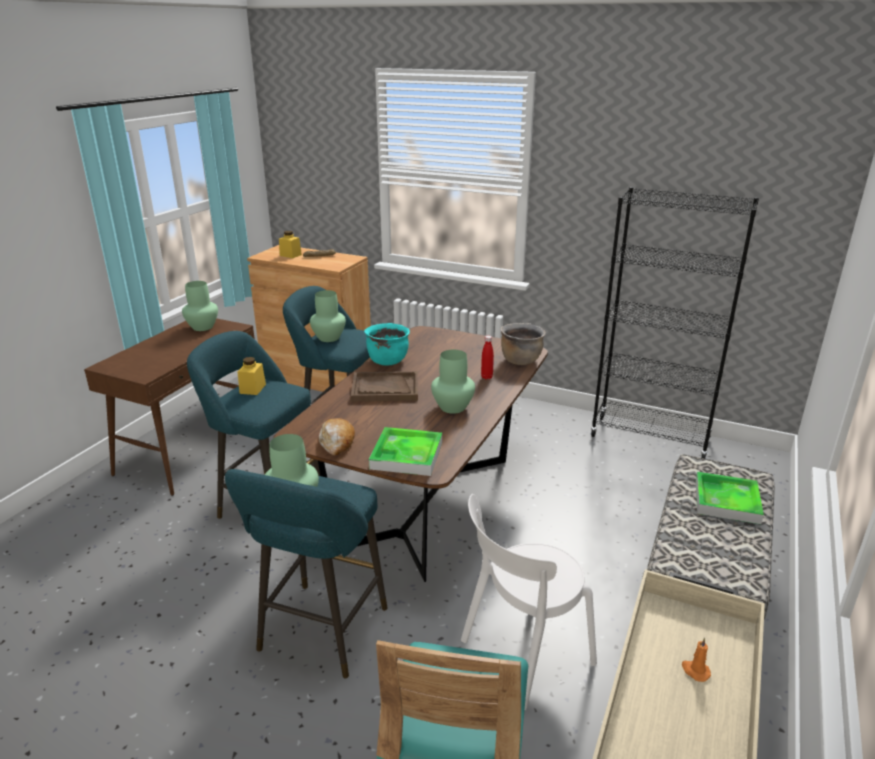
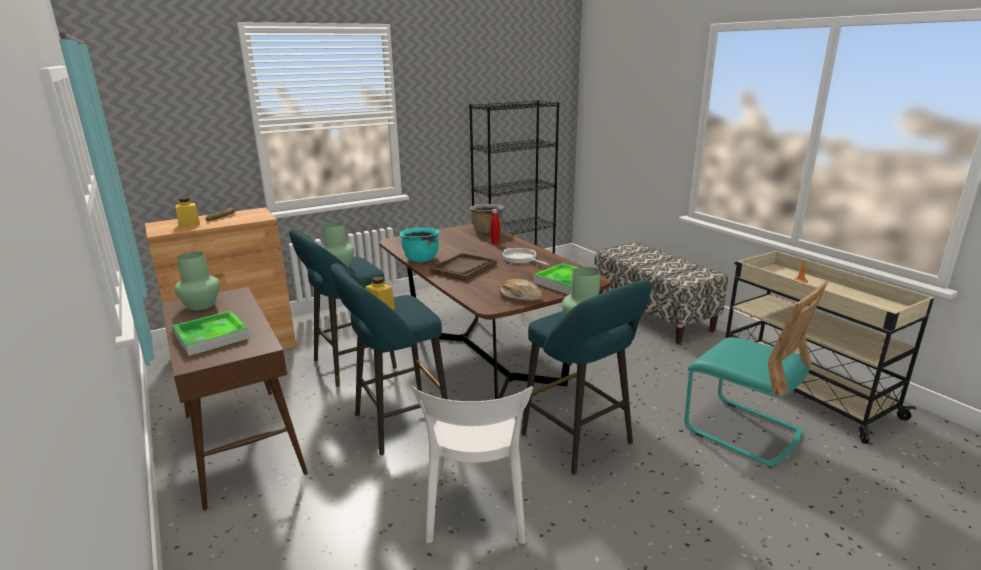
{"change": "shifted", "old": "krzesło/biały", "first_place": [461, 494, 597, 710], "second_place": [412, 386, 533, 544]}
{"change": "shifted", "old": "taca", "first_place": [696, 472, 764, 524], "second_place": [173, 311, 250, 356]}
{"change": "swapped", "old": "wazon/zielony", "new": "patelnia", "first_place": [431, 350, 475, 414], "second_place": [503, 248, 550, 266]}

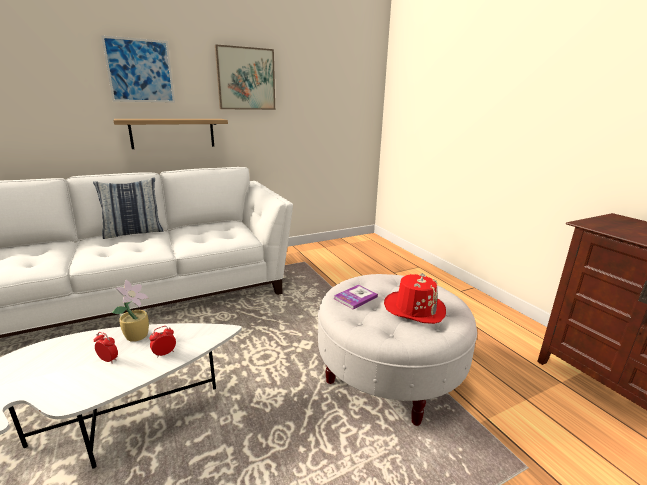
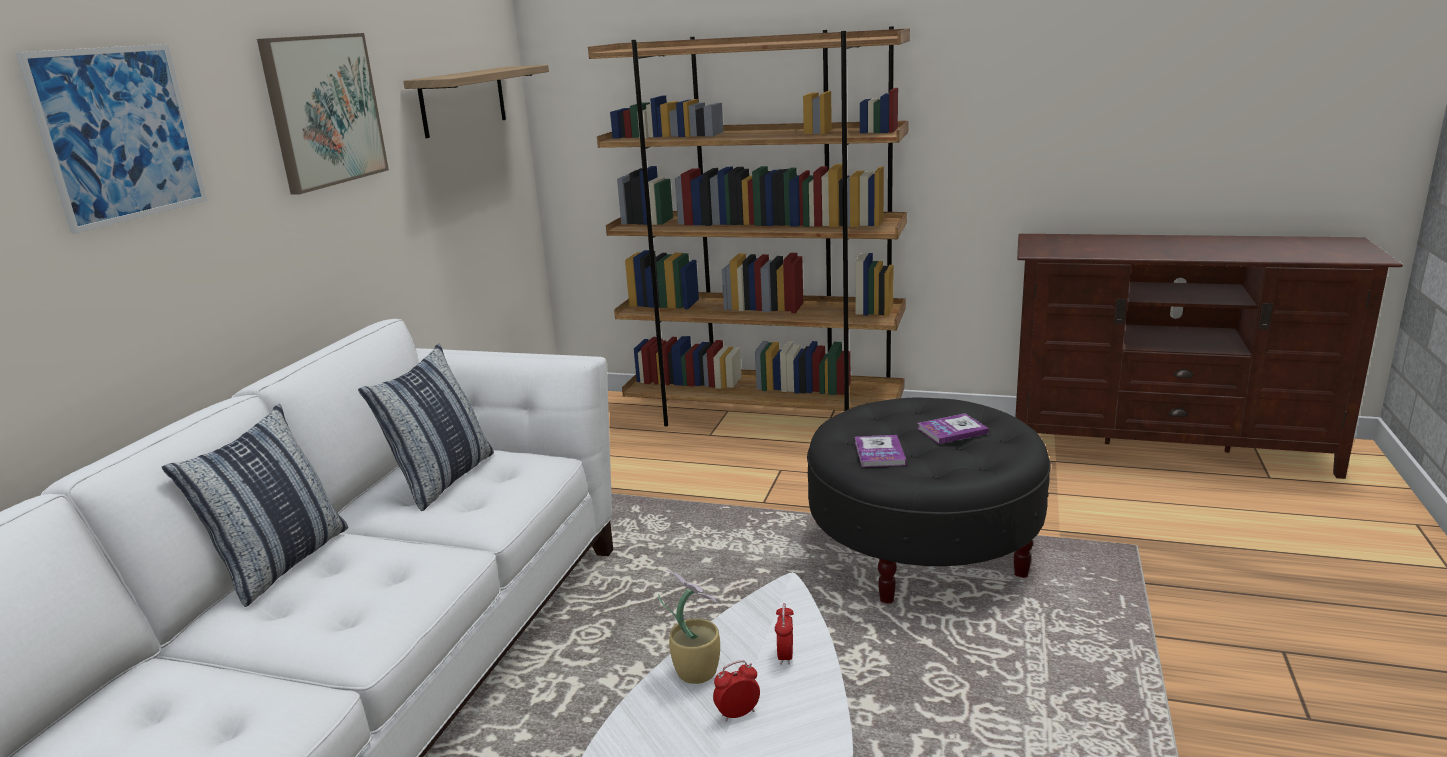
{"change": "new", "new": "poduszka", "second_place": [358, 344, 494, 511]}
{"change": "new", "new": "regał/brązowy", "second_place": [588, 26, 910, 427]}
{"change": "shifted", "old": "półka", "first_place": [113, 119, 228, 149], "second_place": [403, 65, 549, 138]}
{"change": "swapped", "old": "kapelusz/czerwony", "new": "książka", "first_place": [384, 274, 446, 324], "second_place": [917, 413, 989, 444]}
{"change": "repainted", "old": "pufa/biały", "new": "pufa/czarny", "first_place": [318, 274, 477, 426], "second_place": [807, 398, 1051, 604]}

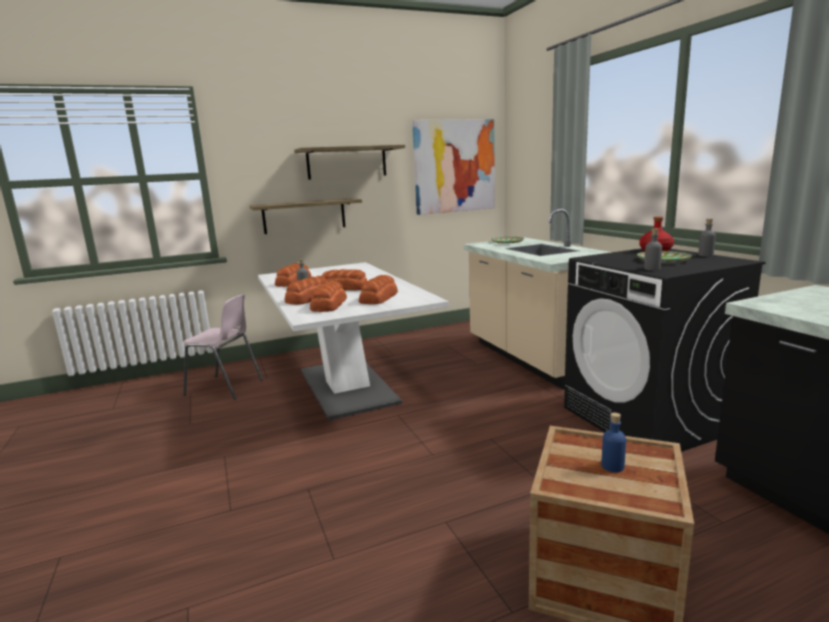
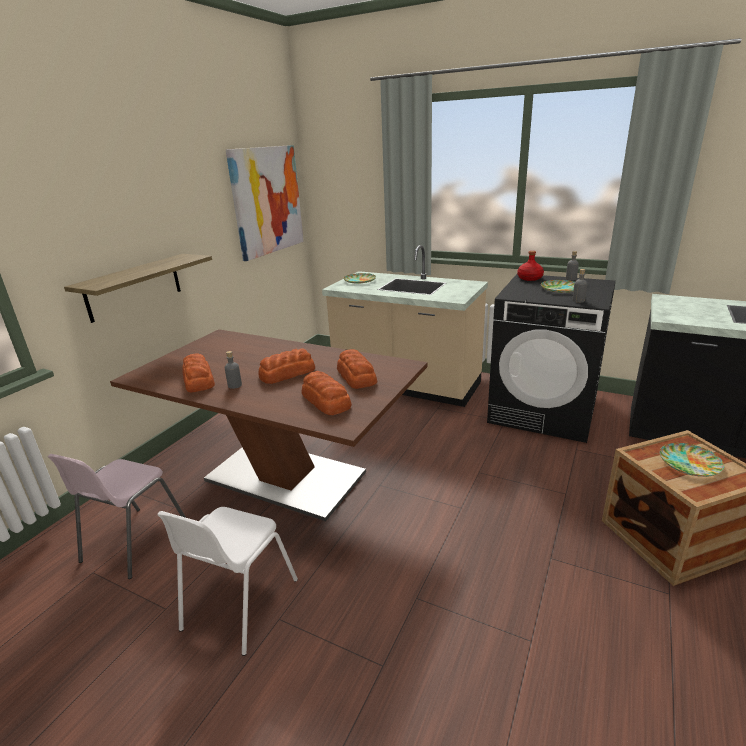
{"change": "gone", "old": "chleb", "first_place": [285, 276, 328, 305]}
{"change": "gone", "old": "półka", "first_place": [294, 145, 405, 180]}
{"change": "new", "new": "krzesło/biały", "second_place": [157, 507, 298, 656]}
{"change": "swapped", "old": "butelka/niebieski", "new": "talerz", "first_place": [602, 413, 626, 472], "second_place": [660, 443, 724, 477]}
{"change": "repainted", "old": "stół jadalny/biały", "new": "stół jadalny/brązowy", "first_place": [258, 262, 449, 420], "second_place": [110, 329, 427, 521]}
{"change": "rotated", "old": "krzesło/różowy", "first_place": [183, 295, 263, 400], "second_place": [48, 454, 186, 579], "degrees": 135}

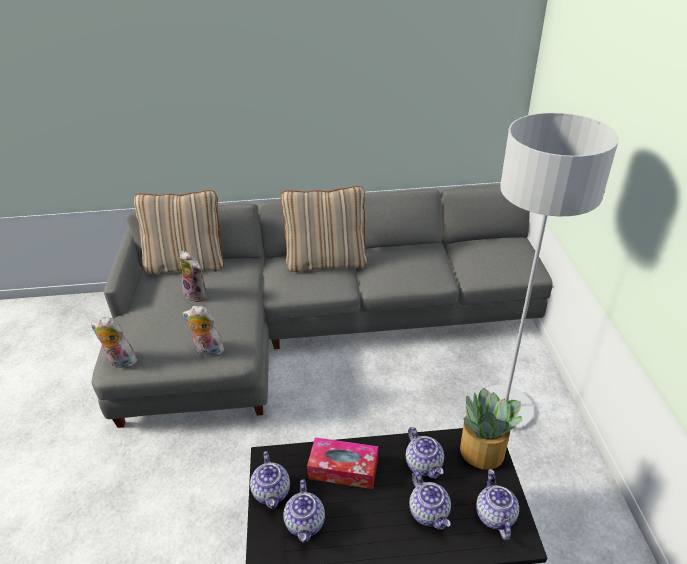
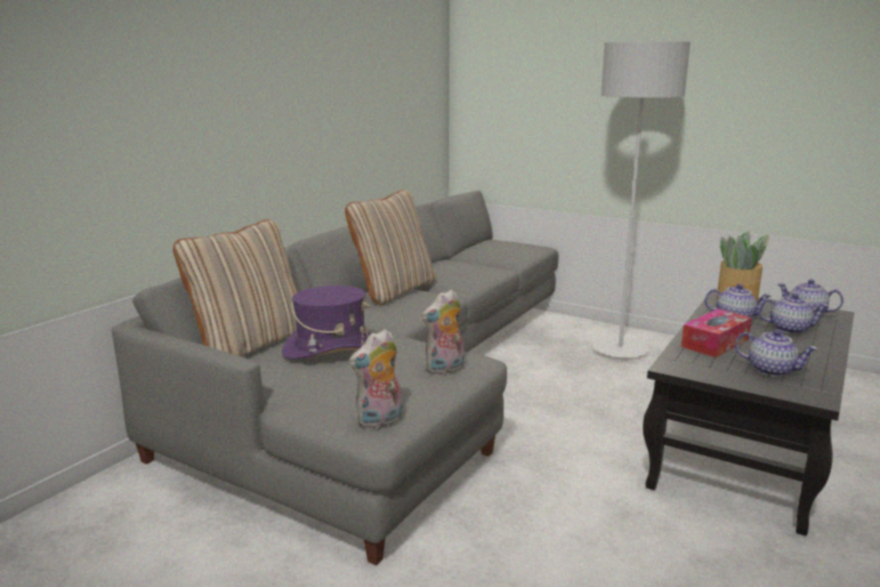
{"change": "gone", "old": "imbryk", "first_place": [250, 451, 290, 509]}
{"change": "swapped", "old": "pluszak", "new": "kapelusz/fioletowy", "first_place": [180, 251, 206, 303], "second_place": [282, 285, 371, 360]}

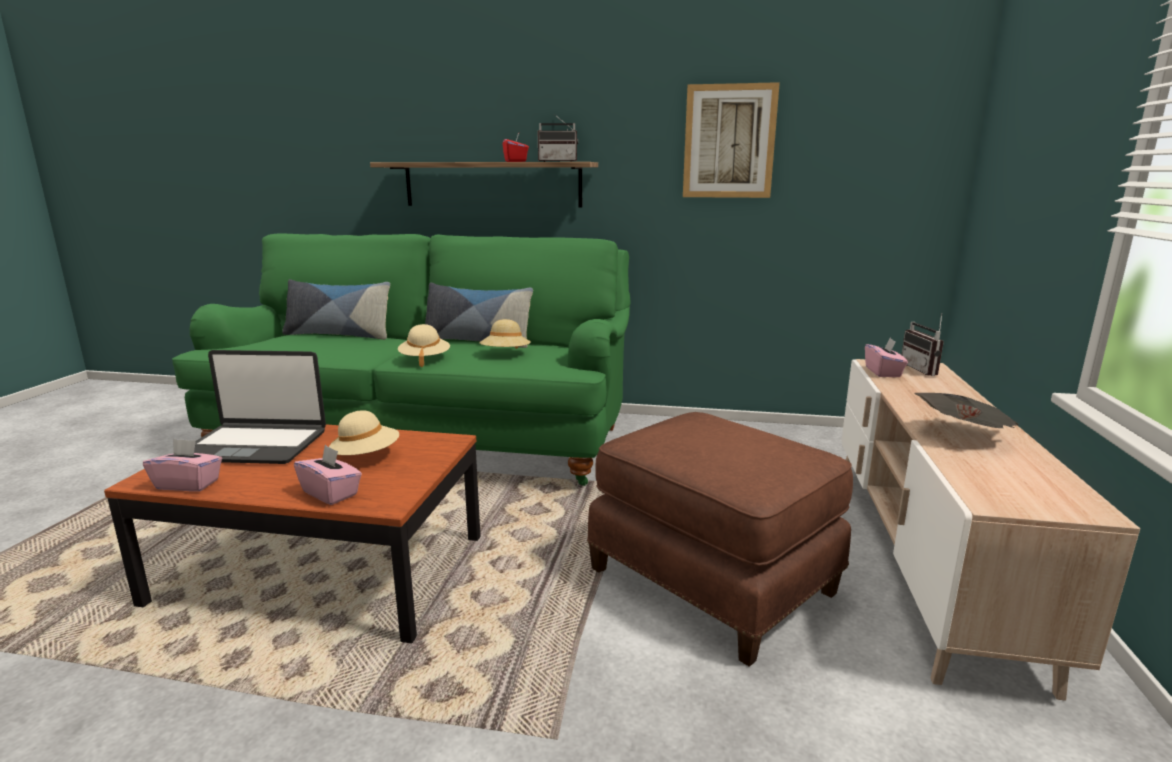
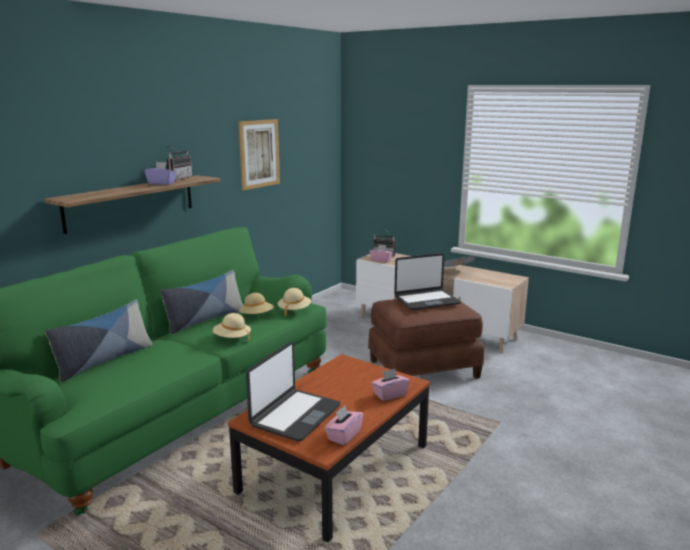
{"change": "new", "new": "laptop", "second_place": [394, 253, 461, 310]}
{"change": "shifted", "old": "kapelusz/beżowy", "first_place": [329, 410, 399, 455], "second_place": [278, 288, 311, 316]}
{"change": "repainted", "old": "pudełko chusteczek/czerwony", "new": "pudełko chusteczek/fioletowy", "first_place": [503, 133, 529, 162], "second_place": [144, 162, 177, 185]}

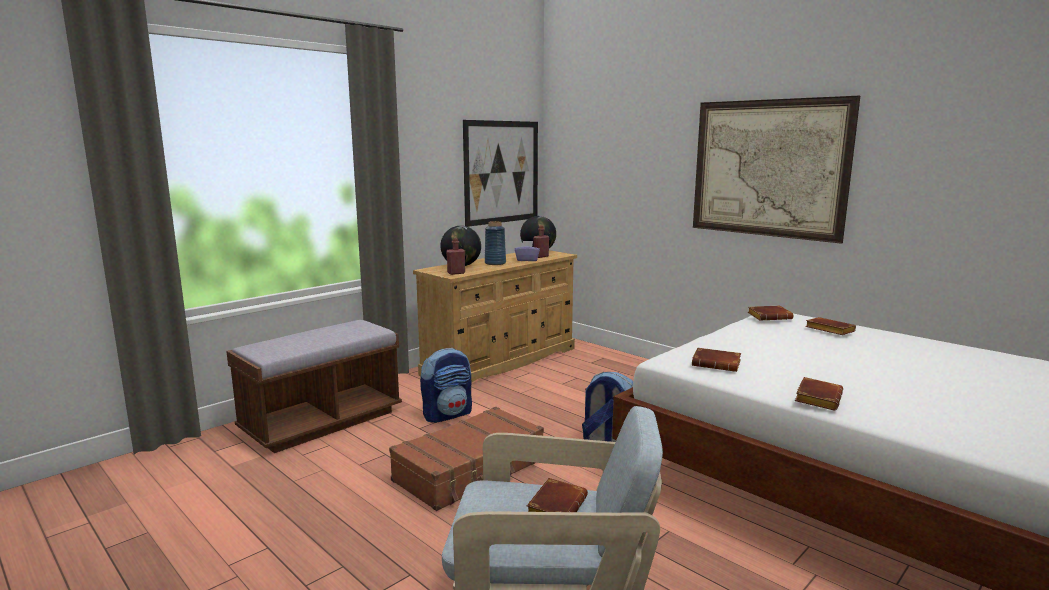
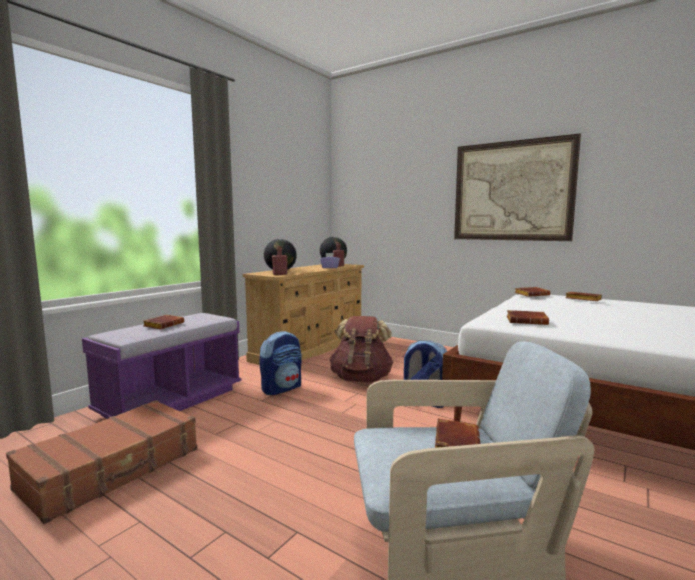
{"change": "gone", "old": "obraz", "first_place": [463, 120, 538, 227]}
{"change": "gone", "old": "wazon/niebieski", "first_place": [485, 221, 506, 265]}
{"change": "new", "new": "plecak/brązowy", "second_place": [329, 316, 393, 382]}
{"change": "shifted", "old": "walizka/brązowy", "first_place": [389, 407, 544, 511], "second_place": [6, 400, 197, 524]}
{"change": "shifted", "old": "książka/brązowy", "first_place": [795, 377, 843, 411], "second_place": [143, 315, 184, 329]}
{"change": "repainted", "old": "ławka/brązowy", "new": "ławka/fioletowy", "first_place": [226, 320, 402, 453], "second_place": [82, 313, 241, 419]}

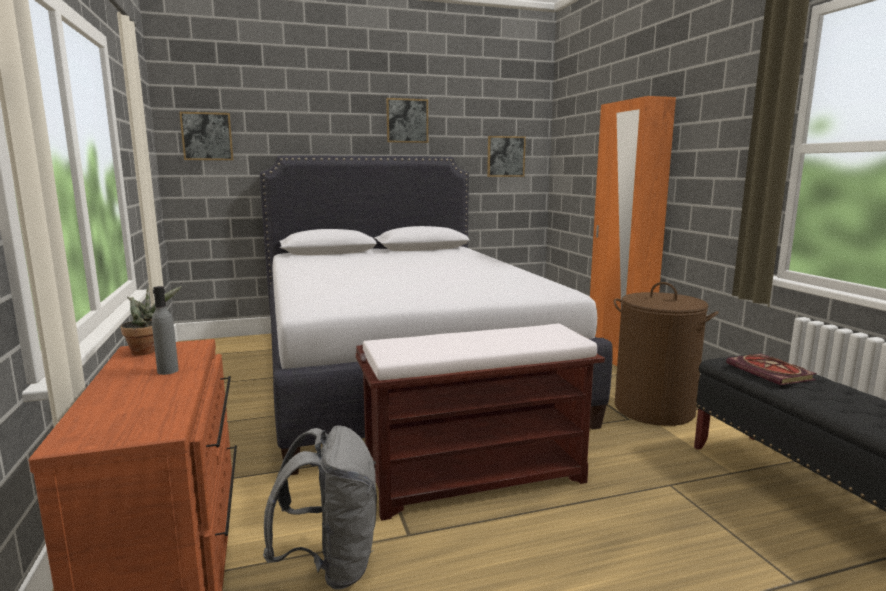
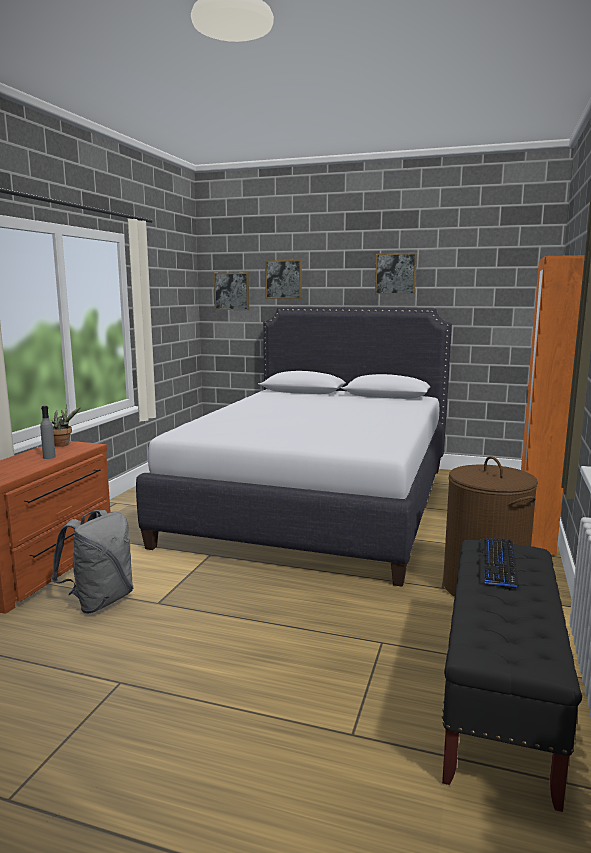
{"change": "gone", "old": "ławka/brązowy", "first_place": [356, 323, 605, 521]}
{"change": "shifted", "old": "obraz", "first_place": [487, 136, 526, 177], "second_place": [265, 260, 302, 299]}
{"change": "swapped", "old": "książka", "new": "klawiatura", "first_place": [726, 354, 816, 385], "second_place": [478, 538, 519, 589]}

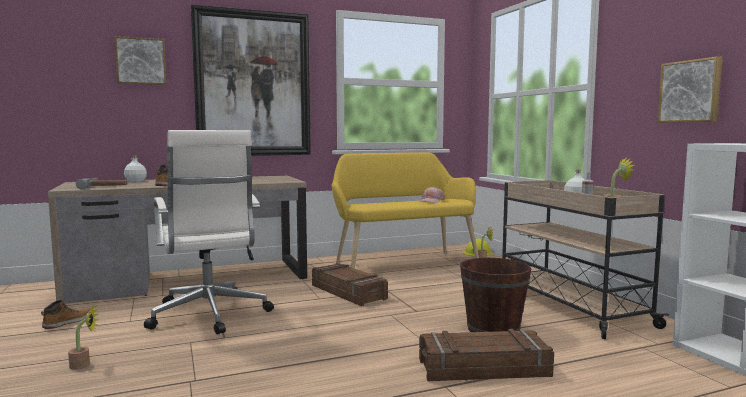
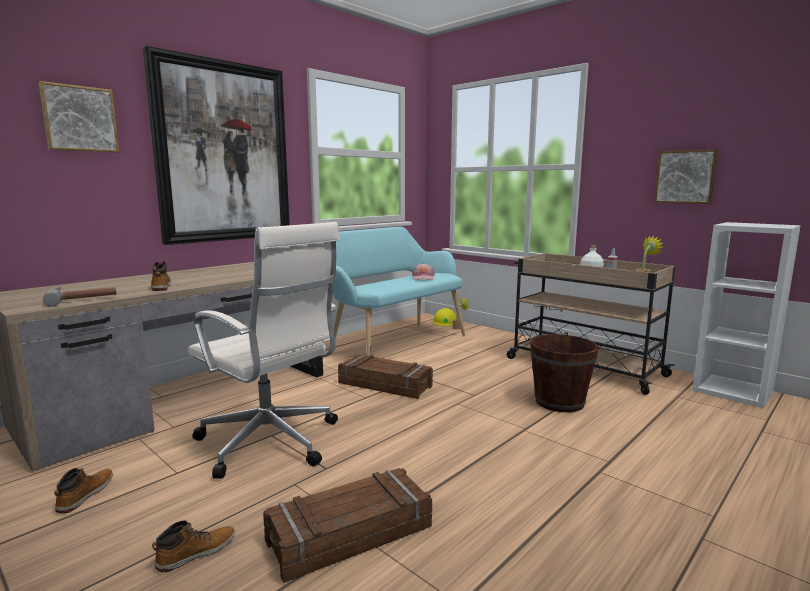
{"change": "gone", "old": "butelka/biały", "first_place": [124, 155, 147, 182]}
{"change": "shifted", "old": "skrzynka", "first_place": [419, 329, 554, 382], "second_place": [263, 468, 432, 583]}
{"change": "swapped", "old": "roślina doniczkowa", "new": "but z cholewką", "first_place": [68, 305, 99, 370], "second_place": [152, 520, 235, 573]}
{"change": "repainted", "old": "ławka/żółty", "new": "ławka/turkusowy", "first_place": [331, 152, 479, 269], "second_place": [333, 227, 465, 356]}

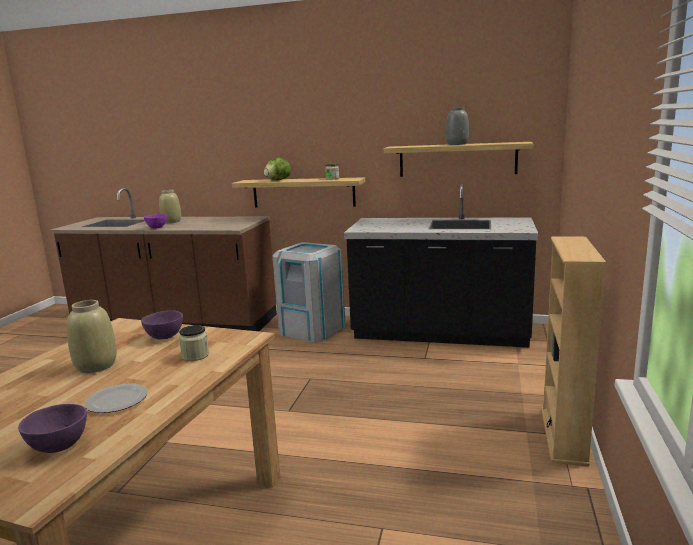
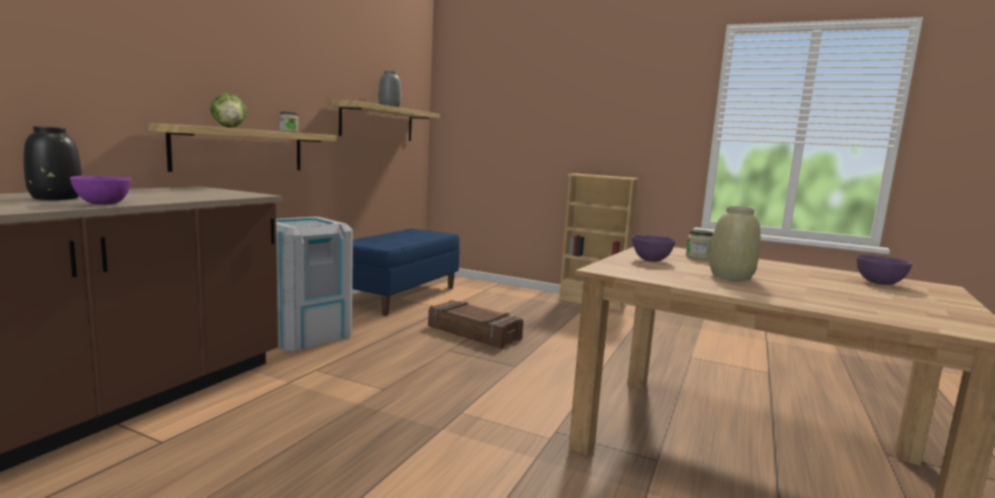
{"change": "gone", "old": "talerz", "first_place": [84, 384, 148, 413]}
{"change": "new", "new": "skrzynka", "second_place": [428, 300, 523, 349]}
{"change": "swapped", "old": "zabudowa kuchenna/czarny", "new": "ławka/niebieski", "first_place": [344, 184, 538, 348], "second_place": [352, 229, 460, 316]}
{"change": "repainted", "old": "wazon/beżowy", "new": "wazon/czarny", "first_place": [159, 190, 181, 223], "second_place": [23, 126, 82, 200]}

